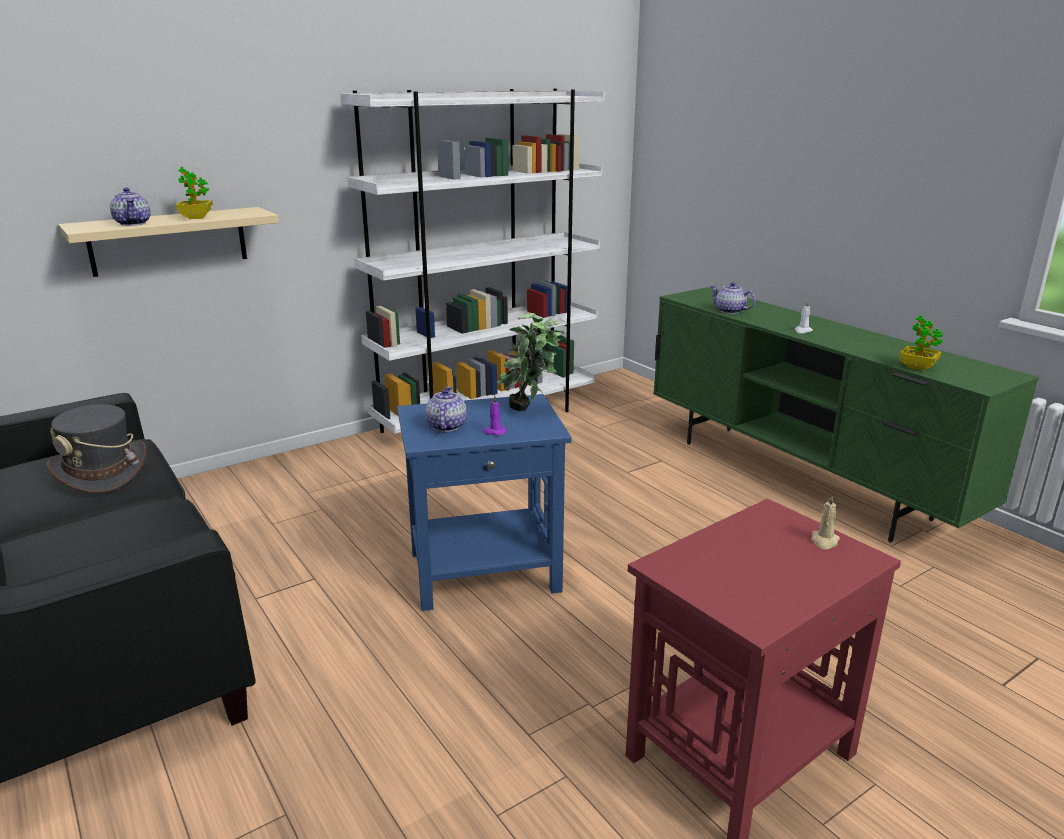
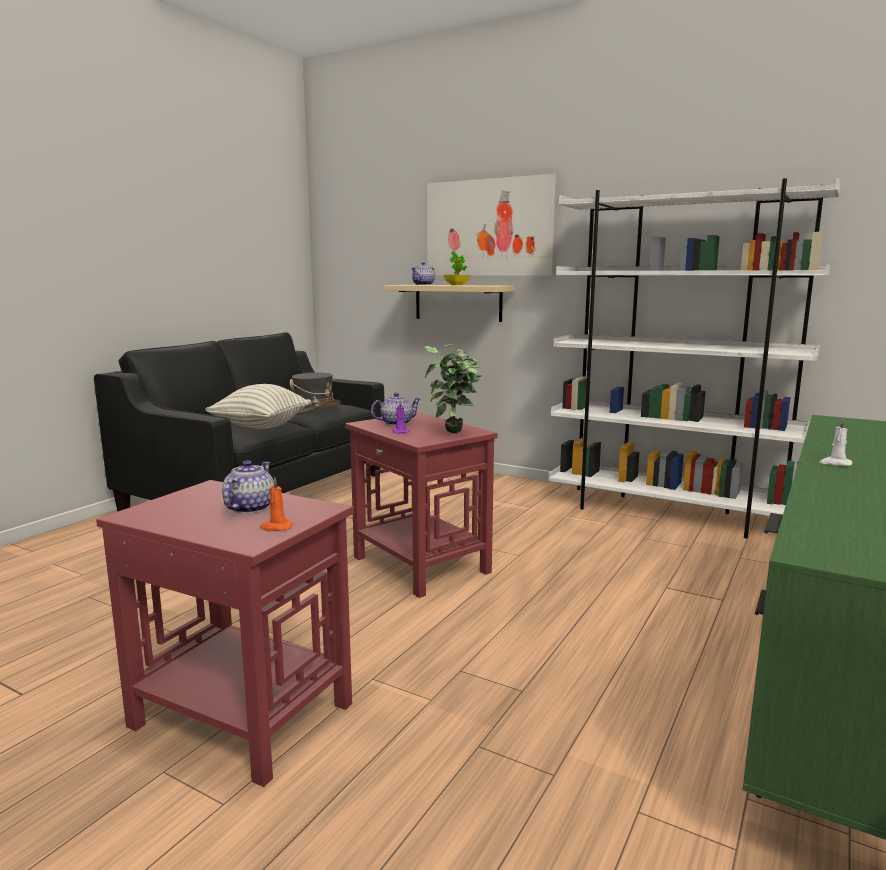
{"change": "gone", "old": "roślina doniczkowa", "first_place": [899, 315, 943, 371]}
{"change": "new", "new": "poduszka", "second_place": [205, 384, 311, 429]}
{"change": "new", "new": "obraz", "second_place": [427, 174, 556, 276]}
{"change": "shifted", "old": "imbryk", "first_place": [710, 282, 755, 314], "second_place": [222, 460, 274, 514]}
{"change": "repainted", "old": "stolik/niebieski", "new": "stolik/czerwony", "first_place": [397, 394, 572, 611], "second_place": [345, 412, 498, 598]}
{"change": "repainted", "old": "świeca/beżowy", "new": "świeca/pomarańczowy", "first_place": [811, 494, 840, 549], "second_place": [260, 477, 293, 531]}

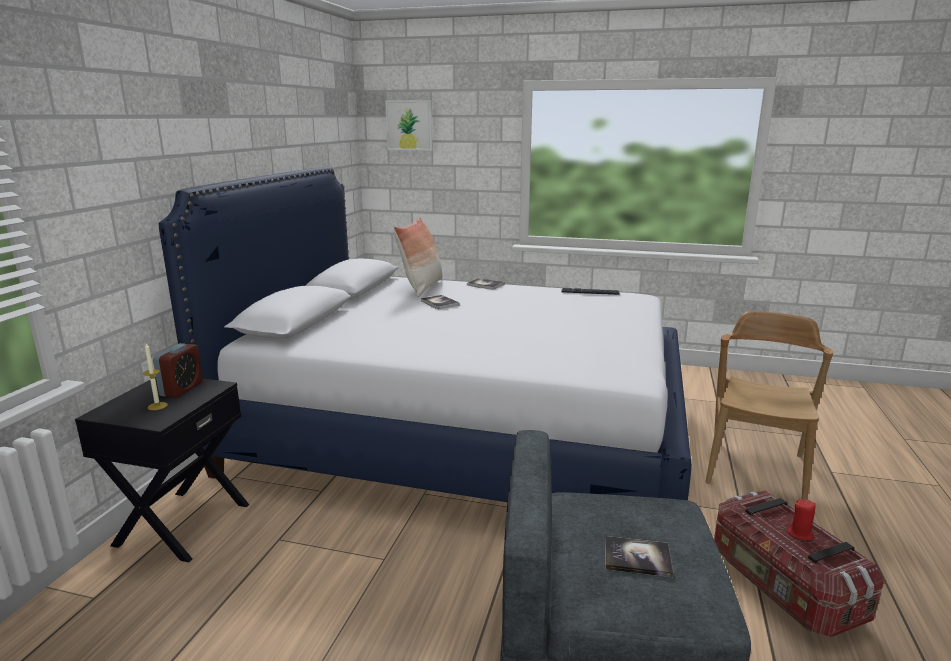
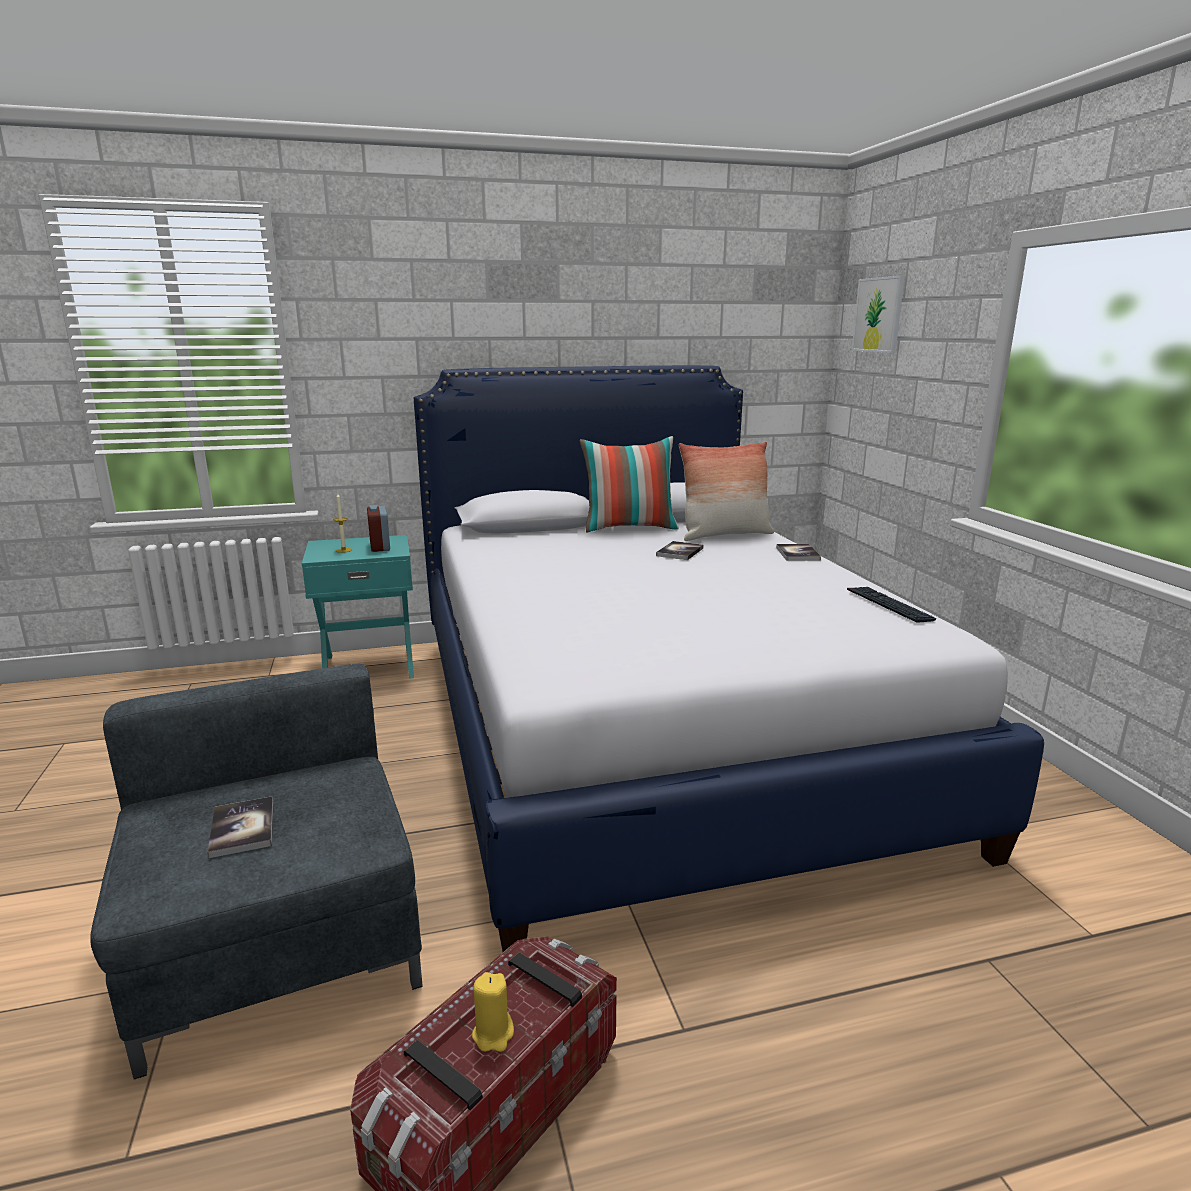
{"change": "gone", "old": "krzesło/brązowy", "first_place": [706, 311, 833, 500]}
{"change": "new", "new": "poduszka", "second_place": [579, 436, 679, 532]}
{"change": "repainted", "old": "szafka nocna/czarny", "new": "szafka nocna/turkusowy", "first_place": [75, 377, 249, 562], "second_place": [302, 535, 414, 679]}
{"change": "repainted", "old": "świeca/czerwony", "new": "świeca/żółty", "first_place": [787, 499, 816, 540], "second_place": [472, 972, 514, 1052]}
{"change": "rotated", "old": "budzik", "first_place": [153, 343, 203, 398], "second_place": [367, 505, 390, 552], "degrees": 90}

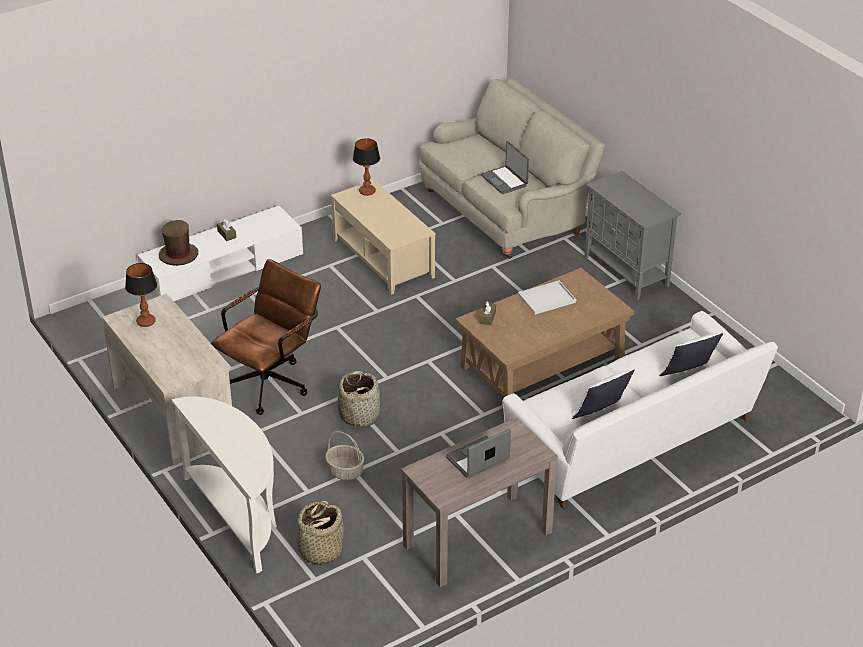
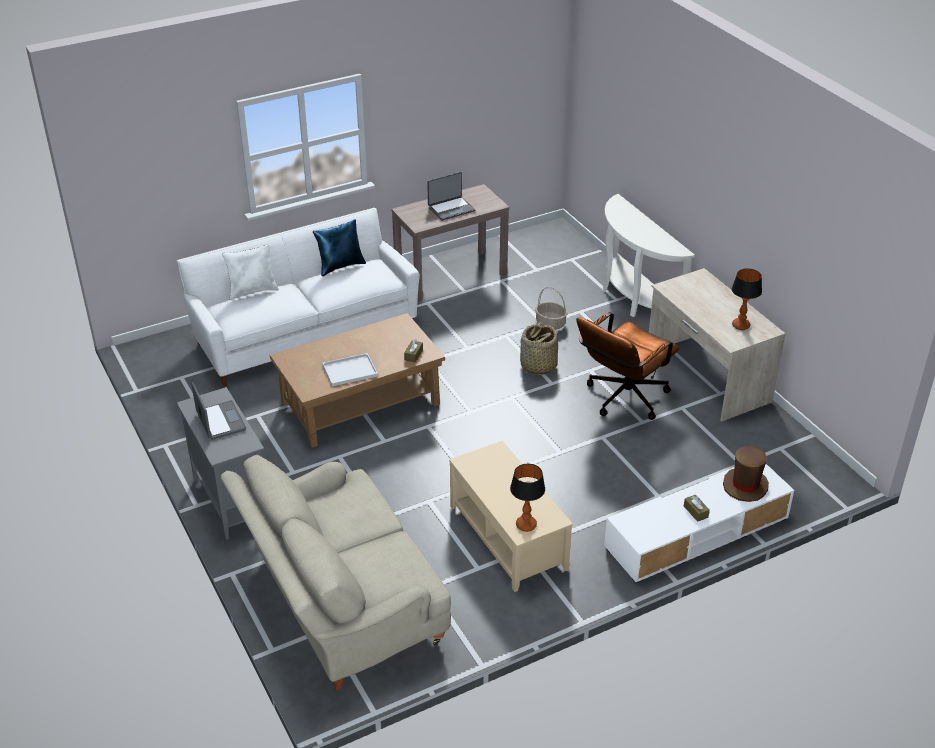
{"change": "gone", "old": "koszyk", "first_place": [297, 501, 344, 565]}
{"change": "shifted", "old": "laptop", "first_place": [481, 141, 529, 194], "second_place": [191, 382, 246, 440]}
{"change": "repainted", "old": "poduszka/biały", "new": "poduszka/niebieski", "first_place": [572, 369, 634, 419], "second_place": [313, 219, 366, 276]}

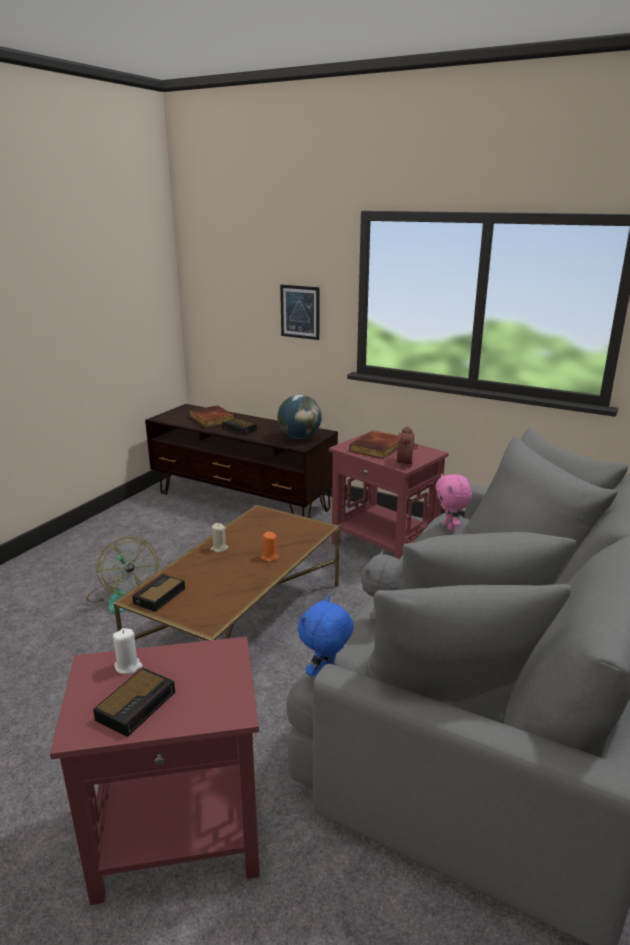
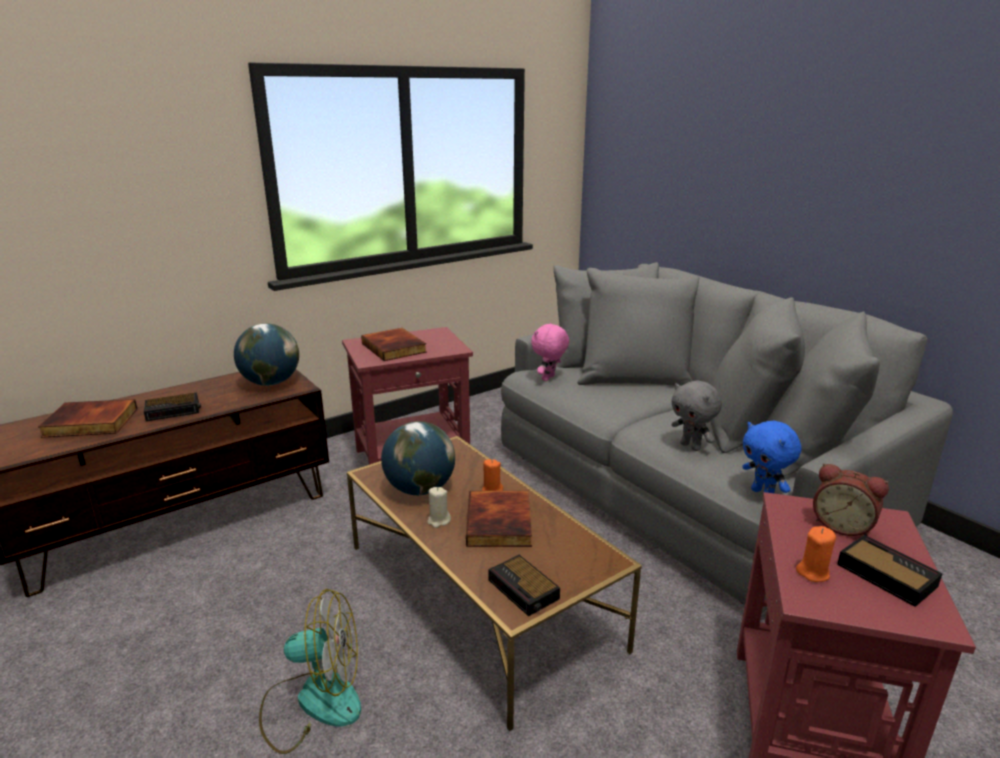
{"change": "gone", "old": "obraz", "first_place": [280, 285, 319, 340]}
{"change": "new", "new": "globus", "second_place": [381, 421, 455, 495]}
{"change": "new", "new": "książka", "second_place": [466, 491, 532, 547]}
{"change": "shifted", "old": "budzik", "first_place": [397, 426, 418, 467], "second_place": [813, 463, 889, 536]}
{"change": "repainted", "old": "świeca/biały", "new": "świeca/pomarańczowy", "first_place": [113, 628, 143, 674], "second_place": [796, 526, 836, 582]}
{"change": "rotated", "old": "pluszak/różowy", "first_place": [435, 473, 472, 531], "second_place": [531, 323, 569, 381], "degrees": 105}

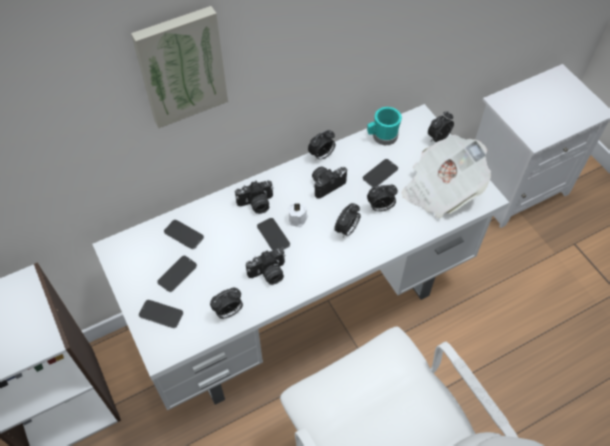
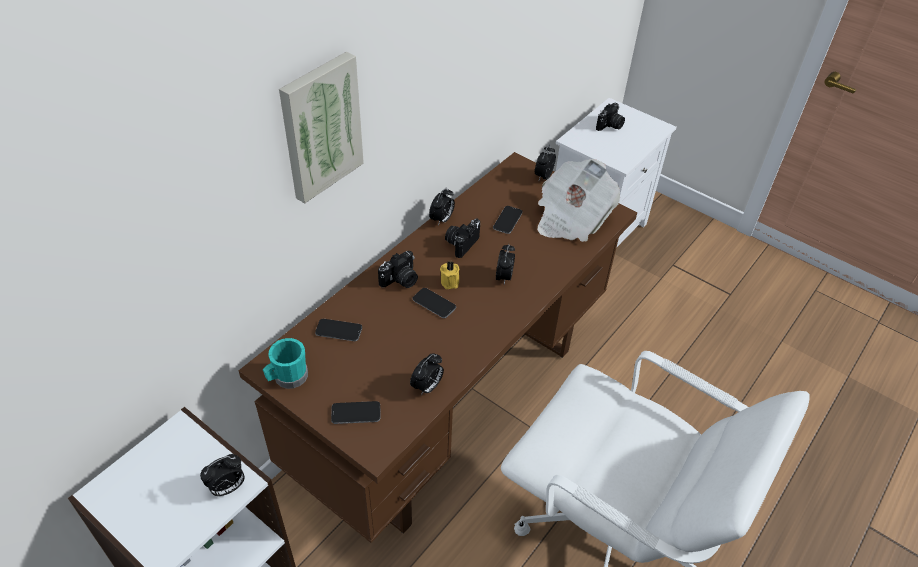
{"change": "gone", "old": "telefon", "first_place": [157, 256, 197, 292]}
{"change": "shifted", "old": "aparat fotograficzny", "first_place": [246, 248, 286, 285], "second_place": [596, 103, 625, 131]}
{"change": "shifted", "old": "kubek/turkusowy", "first_place": [367, 107, 402, 145], "second_place": [263, 338, 308, 389]}
{"change": "shifted", "old": "budzik", "first_place": [367, 184, 398, 212], "second_place": [200, 454, 245, 496]}
{"change": "repainted", "old": "biurko/biały", "new": "biurko/brązowy", "first_place": [92, 104, 509, 411], "second_place": [238, 152, 637, 543]}
{"change": "repainted", "old": "świeca/biały", "new": "świeca/żółty", "first_place": [288, 203, 308, 227], "second_place": [440, 261, 459, 289]}

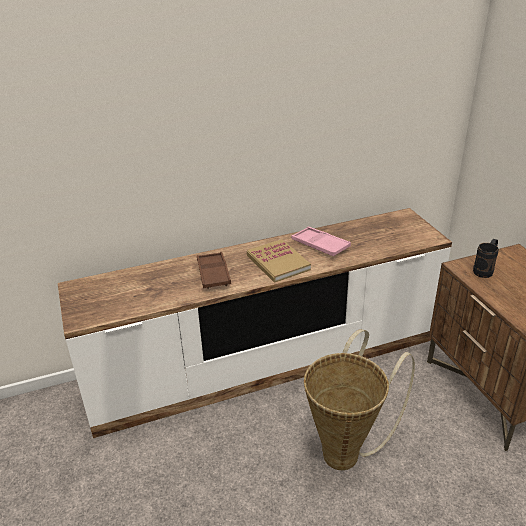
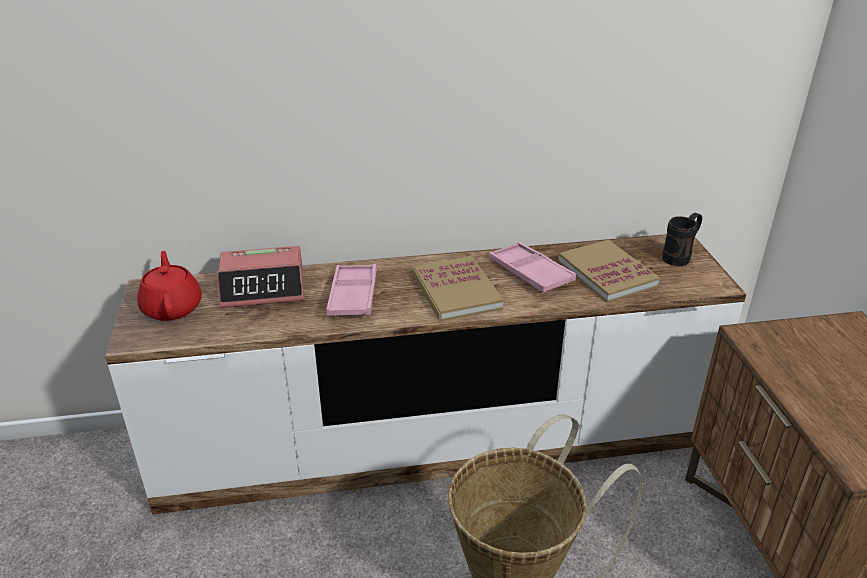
{"change": "new", "new": "imbryk/czerwony", "second_place": [137, 251, 202, 321]}
{"change": "new", "new": "budzik", "second_place": [216, 246, 304, 308]}
{"change": "new", "new": "książka", "second_place": [558, 240, 661, 303]}
{"change": "shifted", "old": "kubek/czarny", "first_place": [473, 239, 499, 278], "second_place": [662, 213, 702, 266]}
{"change": "repainted", "old": "taca/brązowy", "new": "taca/różowy", "first_place": [197, 252, 231, 289], "second_place": [326, 264, 377, 317]}

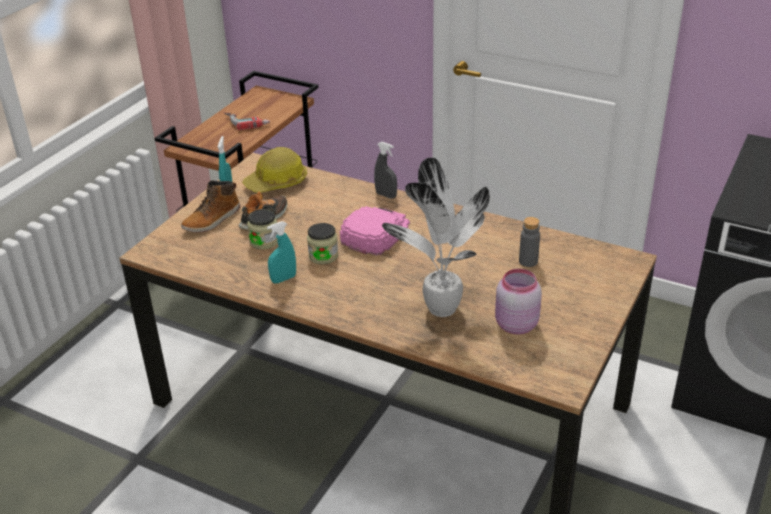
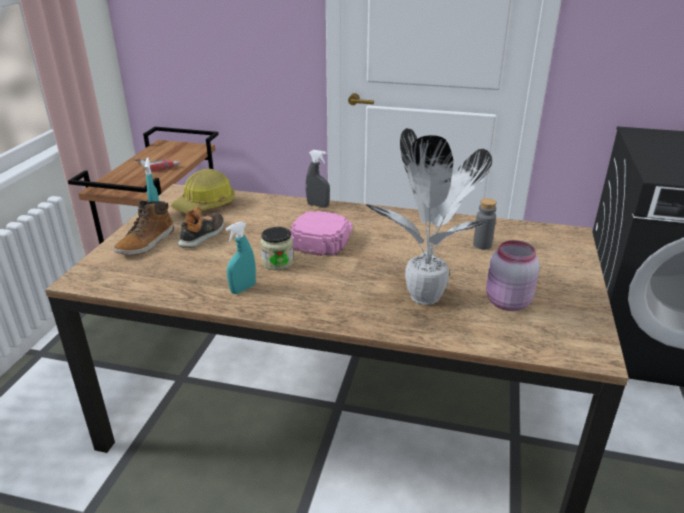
{"change": "gone", "old": "słoik", "first_place": [247, 209, 278, 250]}

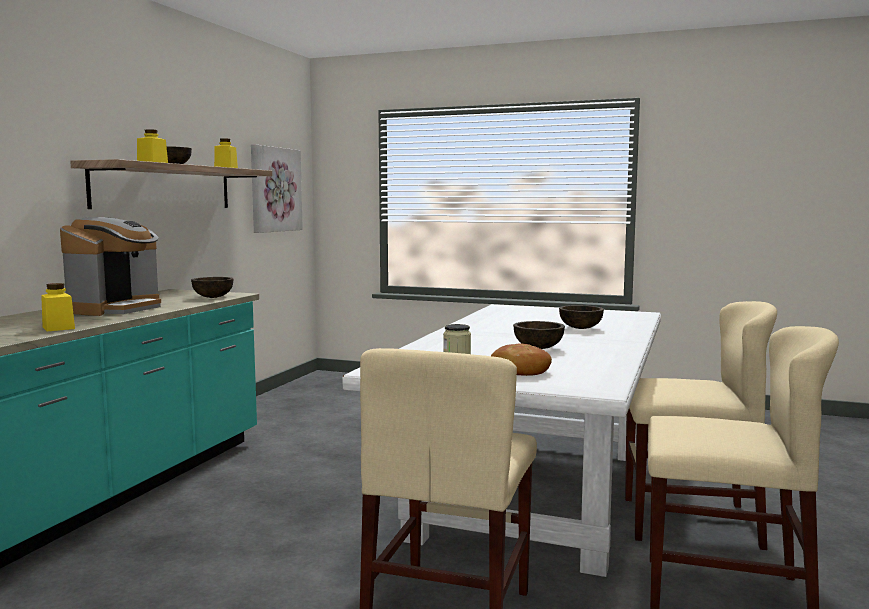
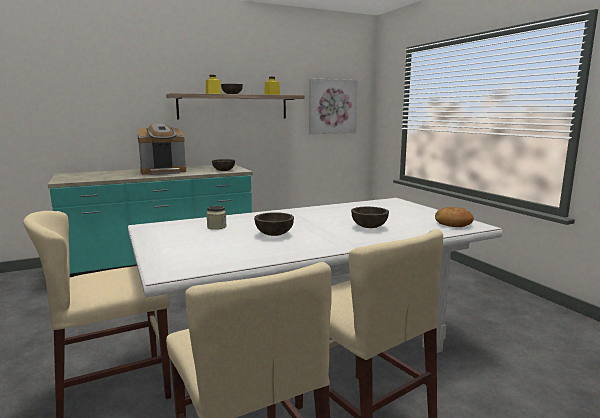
{"change": "gone", "old": "słoik/żółty", "first_place": [41, 283, 75, 331]}
{"change": "shifted", "old": "chleb", "first_place": [491, 343, 552, 376], "second_place": [435, 207, 474, 227]}

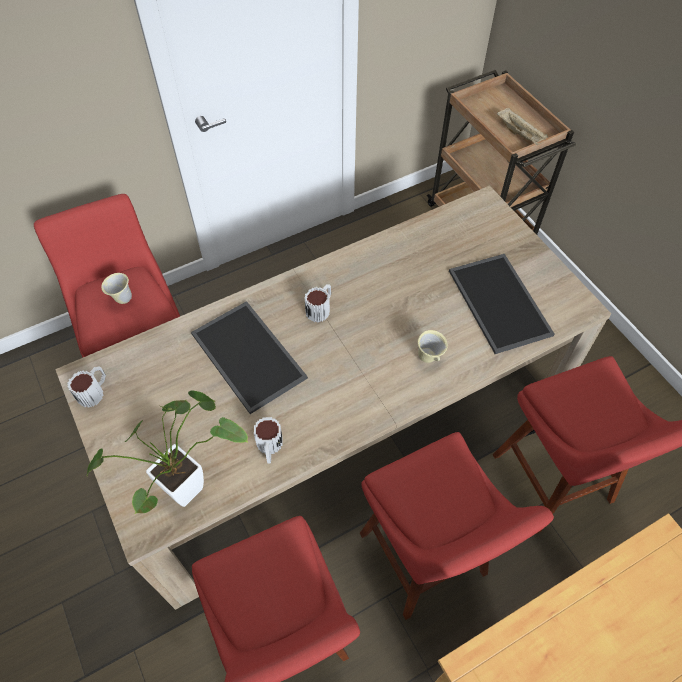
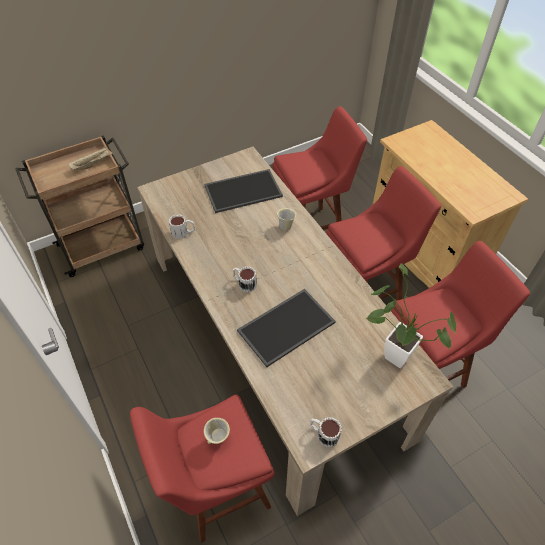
{"change": "shifted", "old": "kubek", "first_place": [254, 417, 283, 464], "second_place": [169, 215, 195, 239]}

